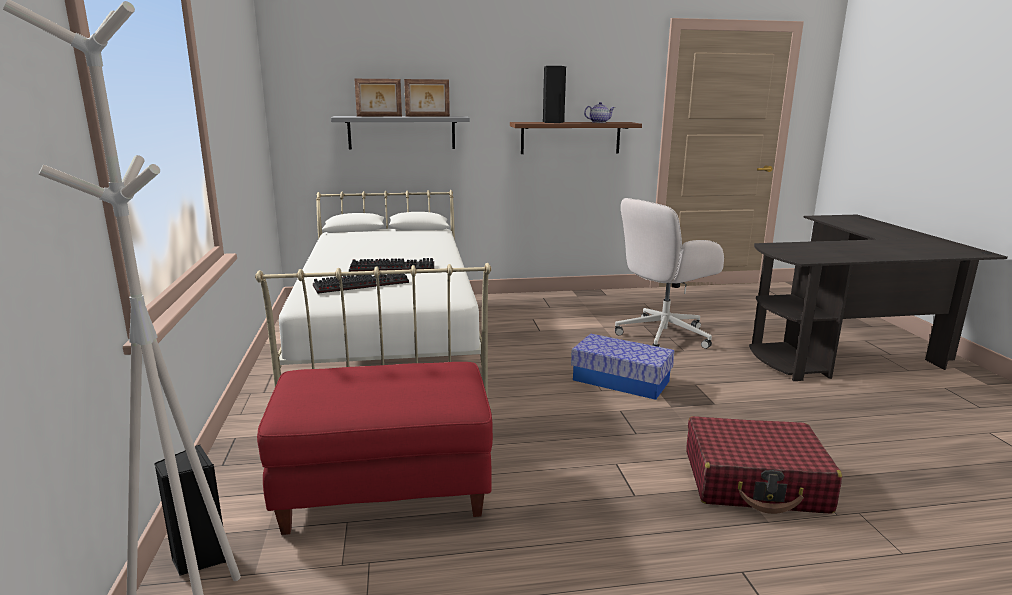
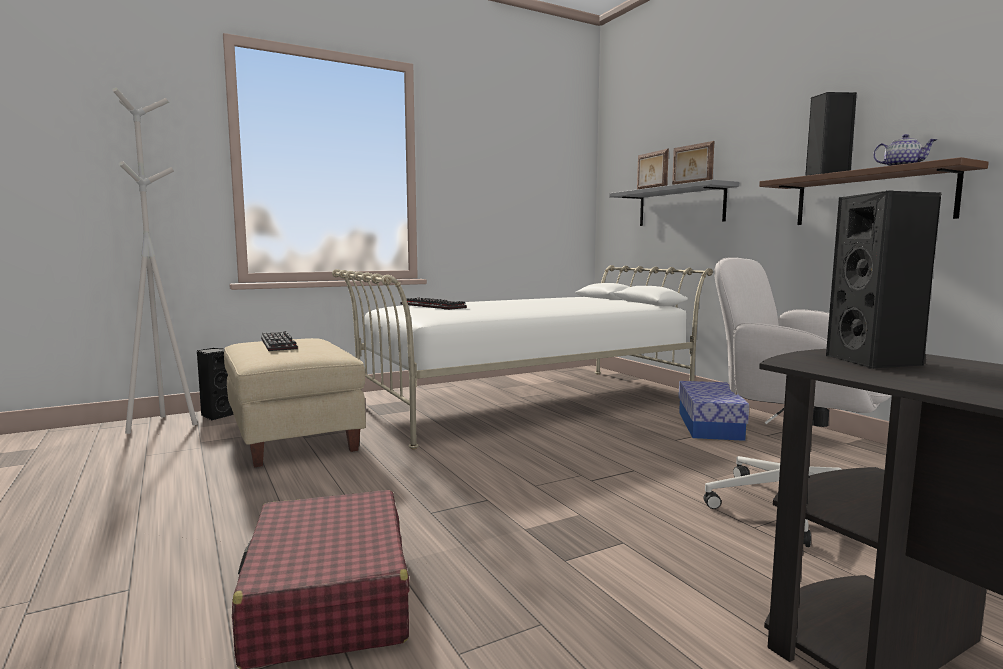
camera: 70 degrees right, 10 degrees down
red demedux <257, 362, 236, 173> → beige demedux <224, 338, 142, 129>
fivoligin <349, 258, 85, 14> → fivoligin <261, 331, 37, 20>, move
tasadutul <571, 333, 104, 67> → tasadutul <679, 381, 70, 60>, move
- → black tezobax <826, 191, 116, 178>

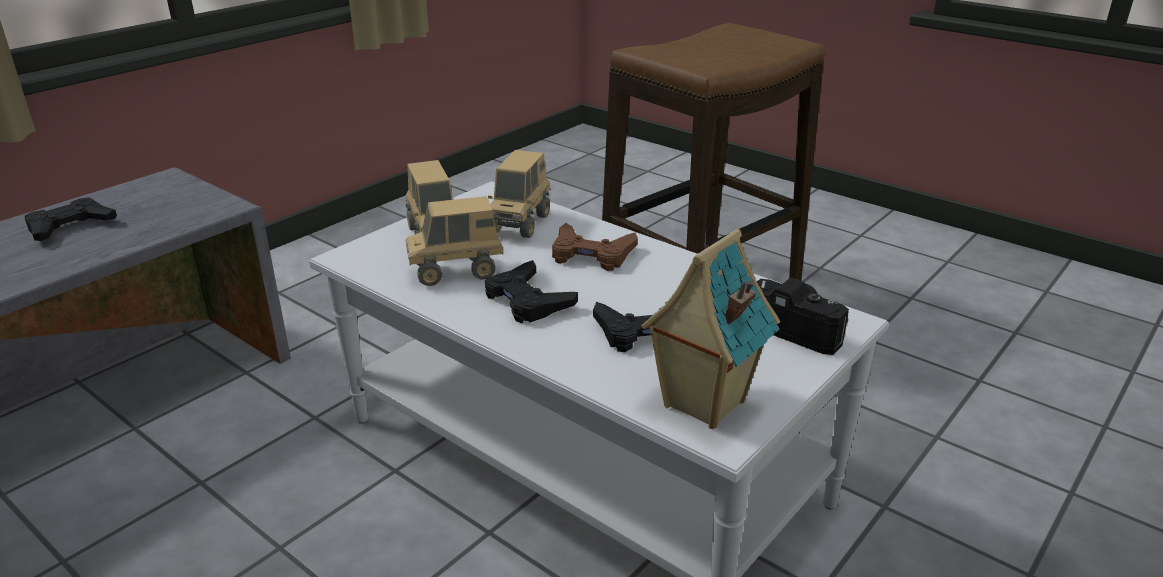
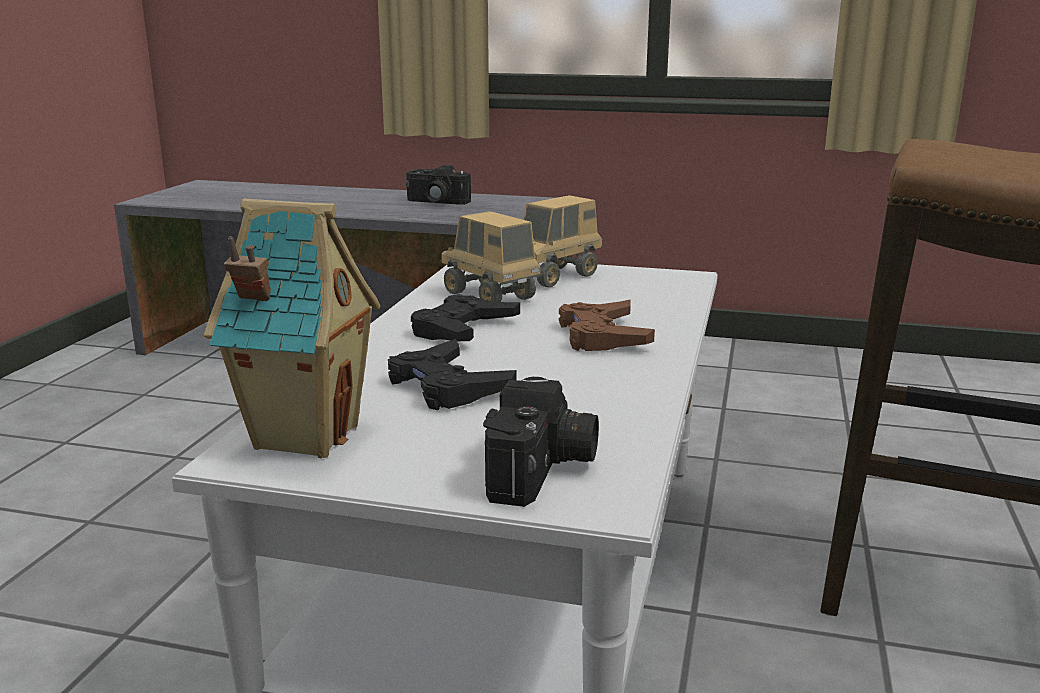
camera: 65 degrees right, 10 degrees down
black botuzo <25, 197, 92, 44> → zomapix <406, 165, 65, 40>
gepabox <488, 150, 63, 88> → -

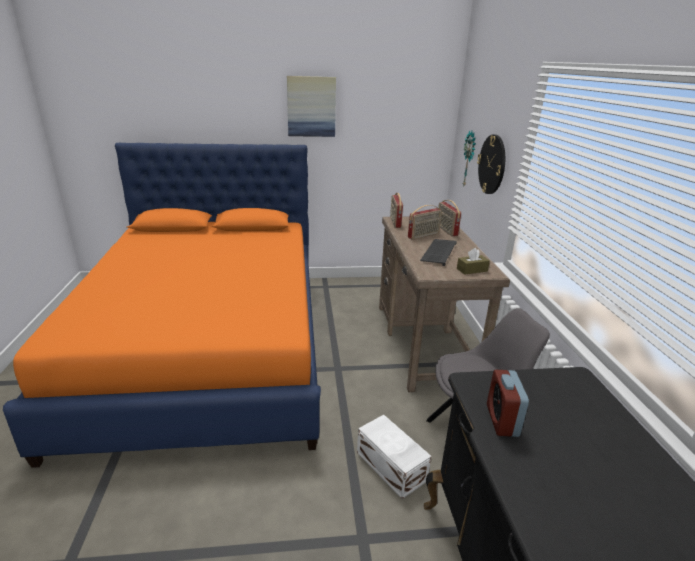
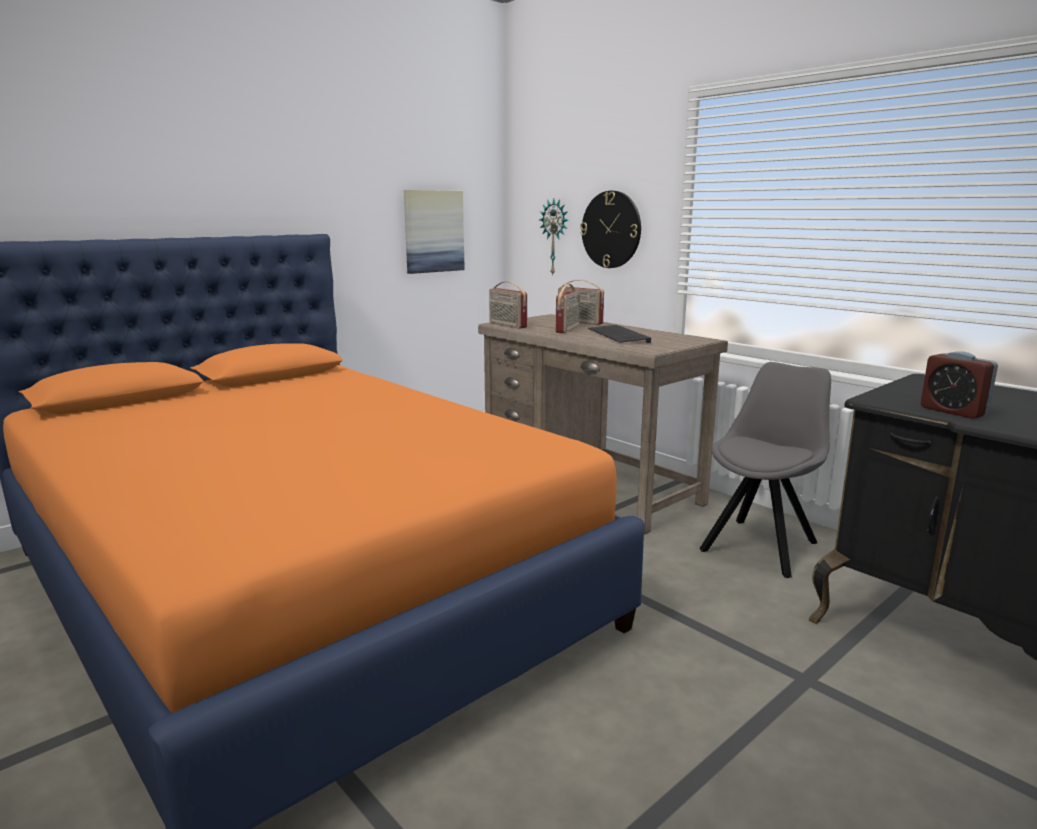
camera: 35 degrees left, 10 degrees down
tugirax <287, 76, 49, 61> → tugirax <404, 190, 61, 84>, move
white tasadutul <357, 415, 74, 84> → -
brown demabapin <457, 248, 33, 27> → -

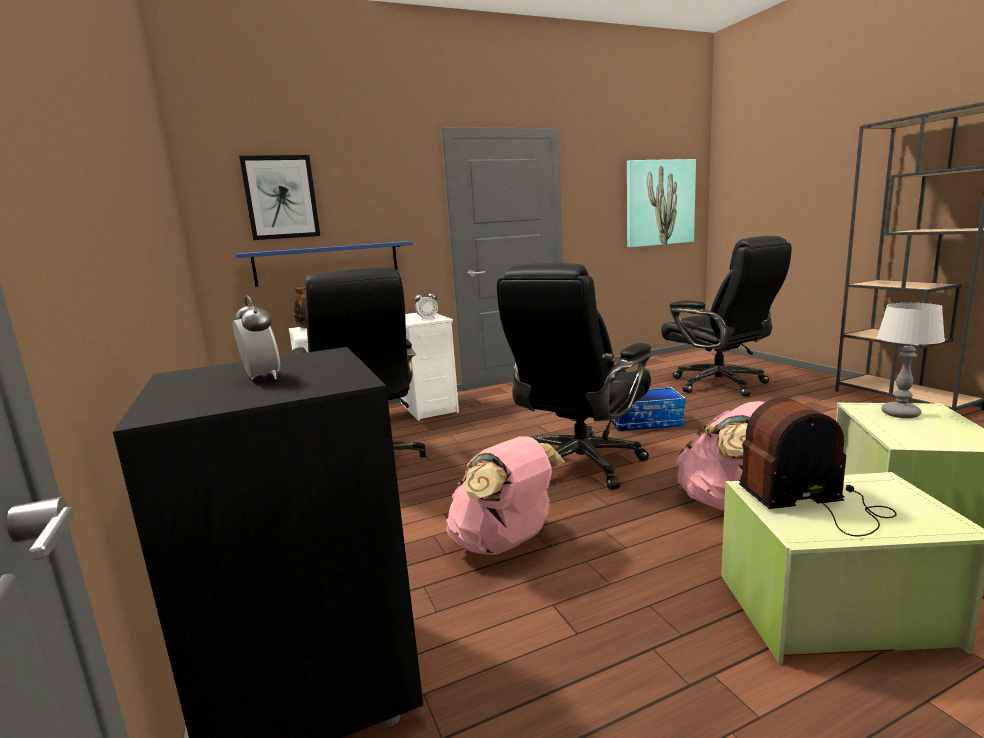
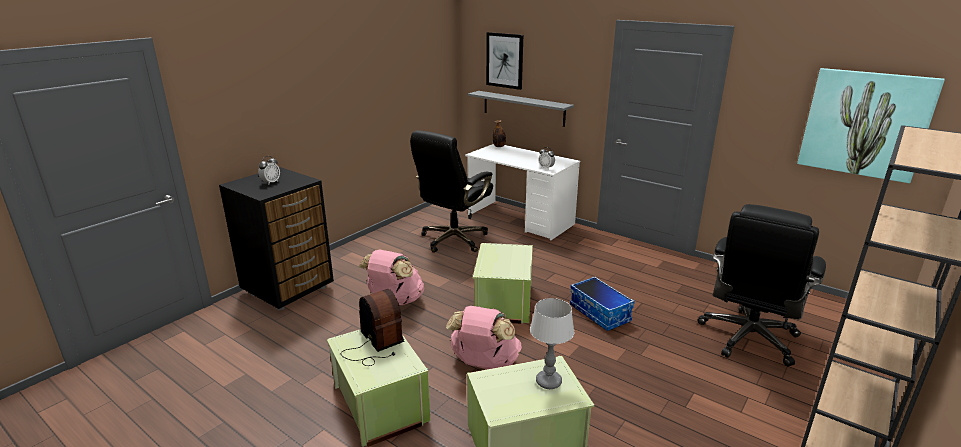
camera: 60 degrees right, 10 degrees up
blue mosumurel <236, 241, 177, 46> → grey mosumurel <468, 91, 106, 36>
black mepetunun <497, 263, 155, 227> → green tasadutul <473, 243, 60, 81>

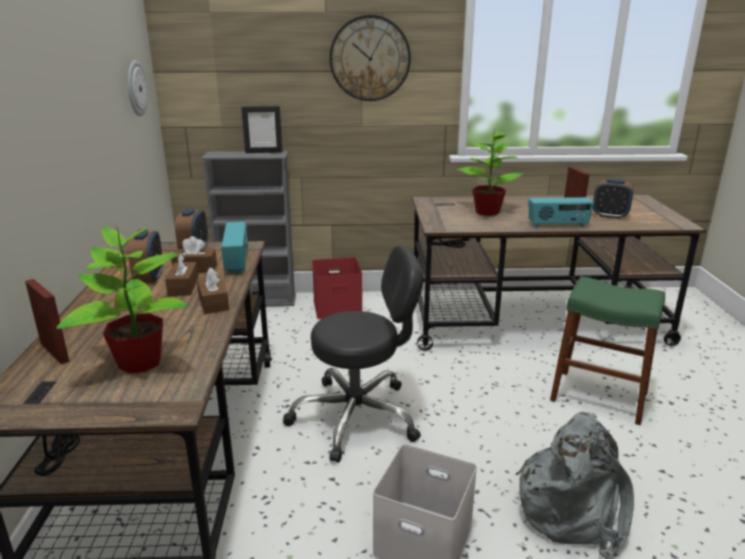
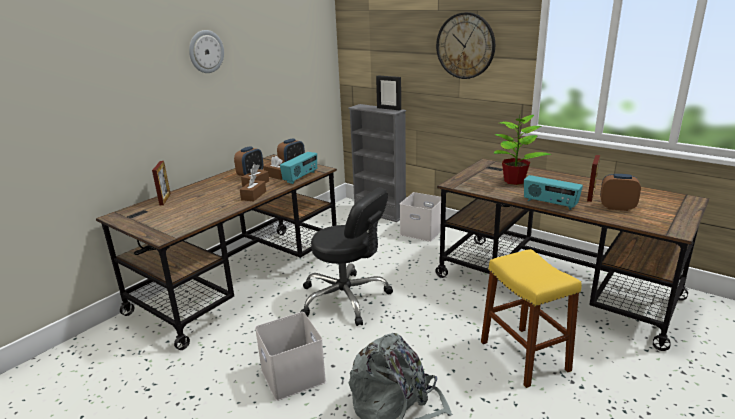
camera: 40 degrees right, 0 degrees up
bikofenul <128, 60, 20, 56> → bikofenul <189, 30, 35, 43>, move
red tasadutul <312, 257, 50, 62> → white tasadutul <400, 192, 41, 50>
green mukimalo <550, 276, 115, 149> → yellow mukimalo <481, 249, 101, 139>
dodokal <593, 179, 41, 40> → dodokal <600, 174, 41, 37>, 135 degrees clockwise
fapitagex <56, 224, 131, 149> → -

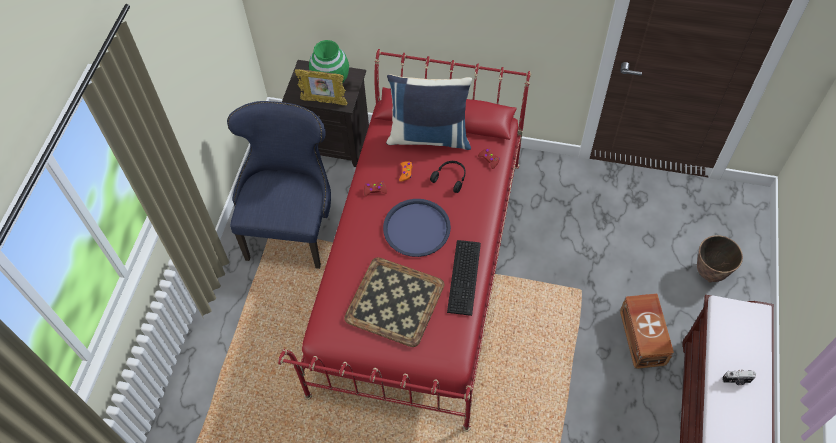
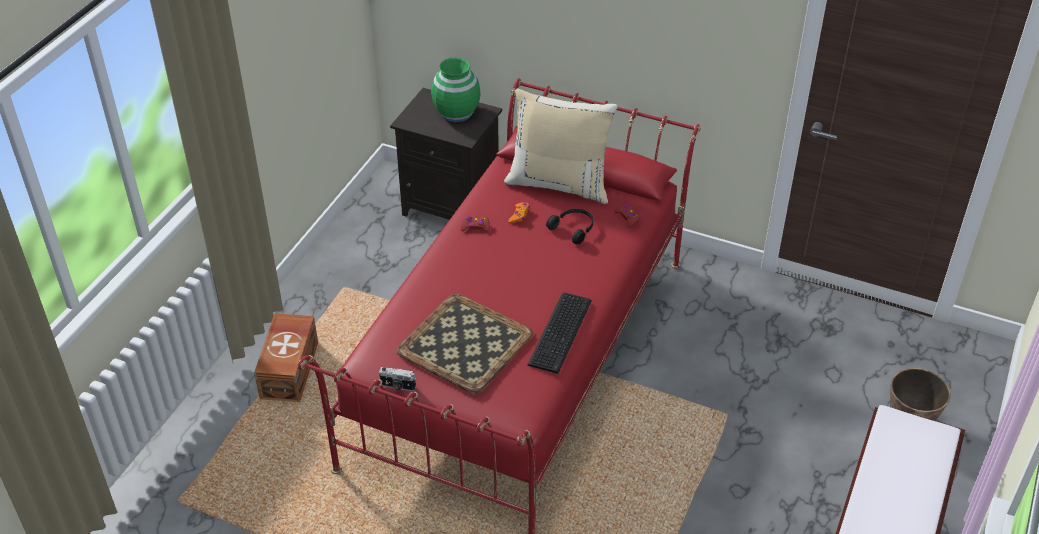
camera: 10 degrees right, 15 degrees down
brown tasadutul <620, 293, 54, 76> → brown tasadutul <254, 313, 64, 89>, move
zomapix <722, 370, 34, 15> → zomapix <379, 367, 37, 24>, move
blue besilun <386, 74, 86, 76> → beige besilun <504, 89, 114, 115>
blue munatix <227, 101, 104, 168> → -
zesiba <295, 69, 52, 36> → -
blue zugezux <383, 199, 68, 58> → -

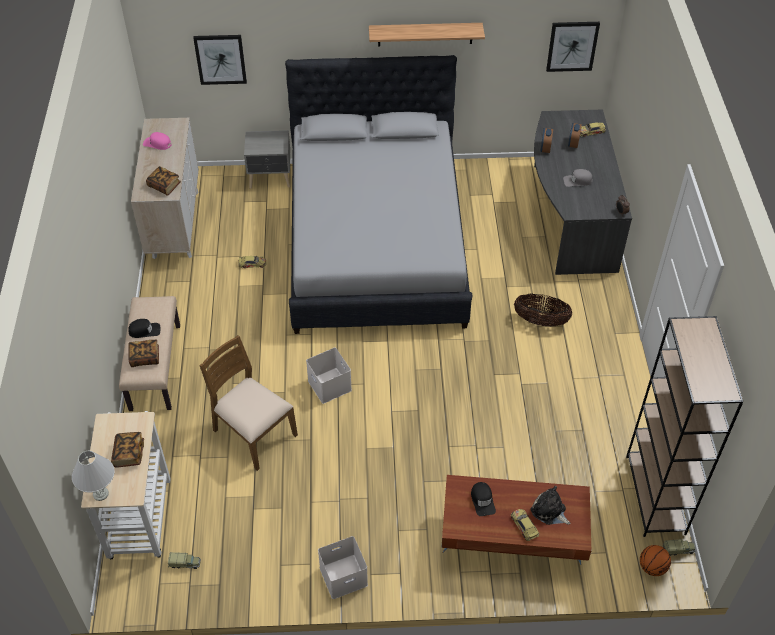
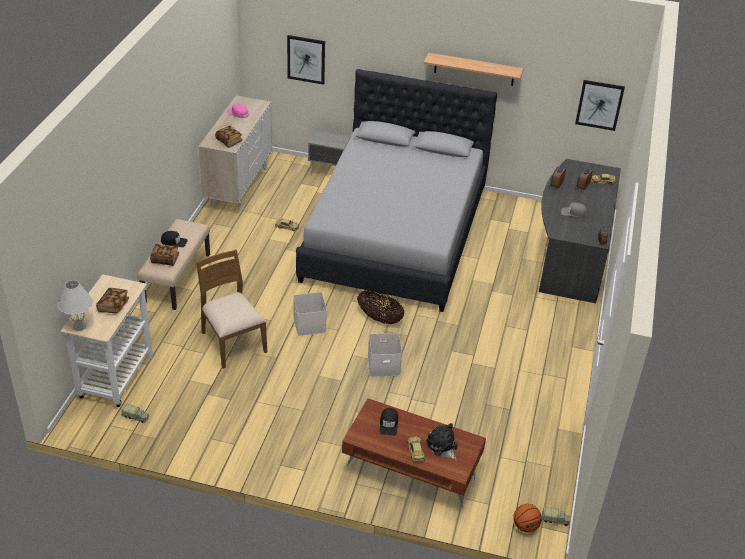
camera: 15 degrees right, 10 degrees down
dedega <514, 293, 58, 34> → dedega <357, 290, 48, 34>, move
white tasadutul <318, 536, 50, 63> → white tasadutul <368, 333, 34, 44>, move
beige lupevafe <626, 316, 117, 221> → -

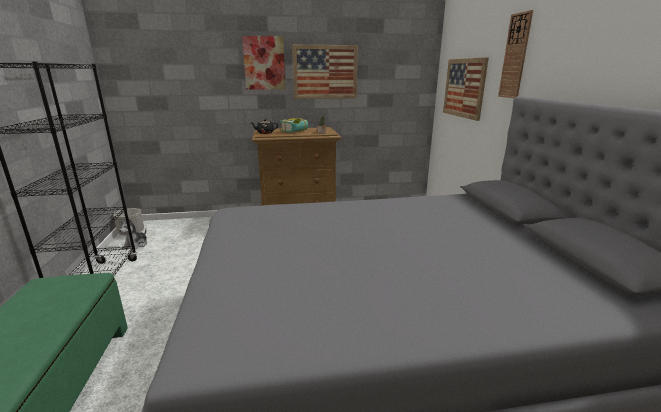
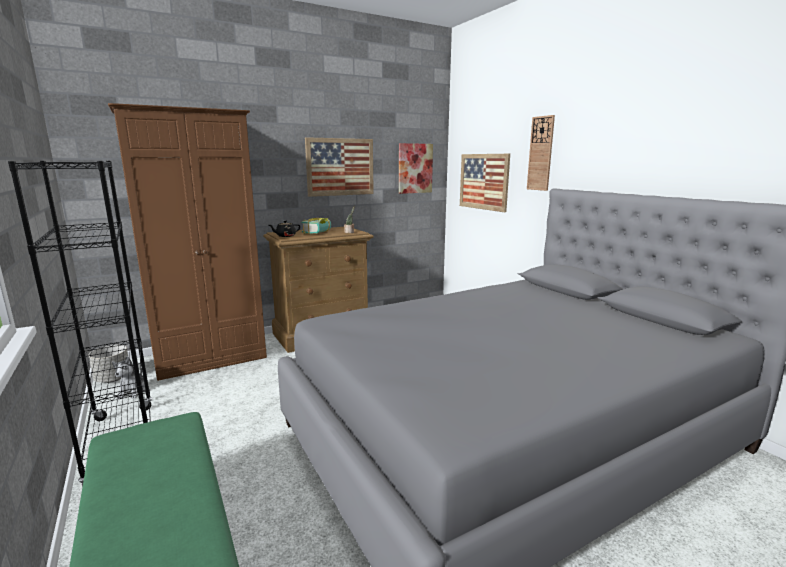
camera: 20 degrees left, 5 degrees down
- → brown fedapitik <108, 103, 159, 278>
tugirax <242, 36, 43, 54> → tugirax <399, 143, 34, 51>, move

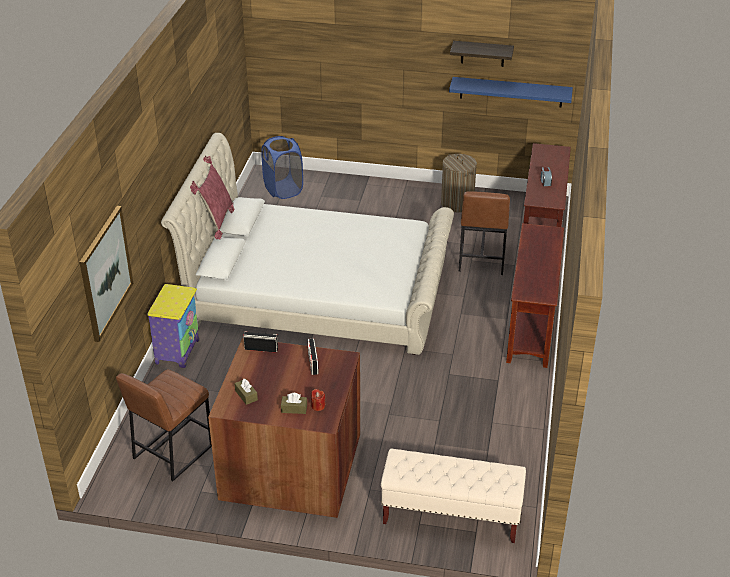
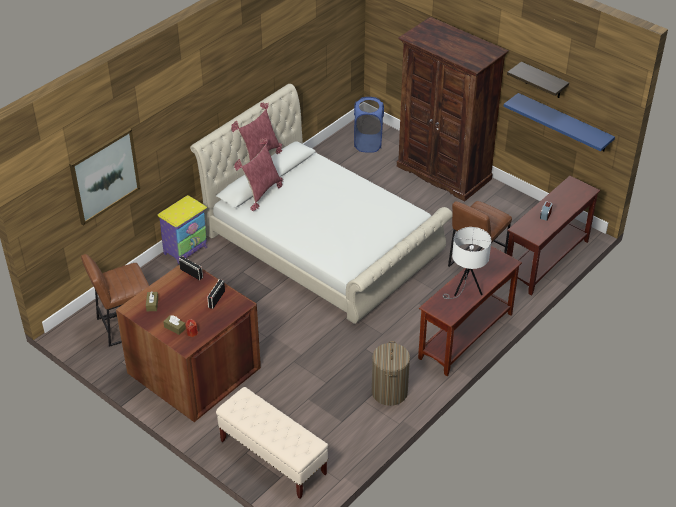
camera: 30 degrees right, 5 degrees up
- → red besilun <234, 138, 49, 73>
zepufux <441, 154, 36, 58> → zepufux <372, 341, 38, 65>, move
- → brown fedapitik <397, 17, 112, 185>
- → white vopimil <443, 227, 48, 72>

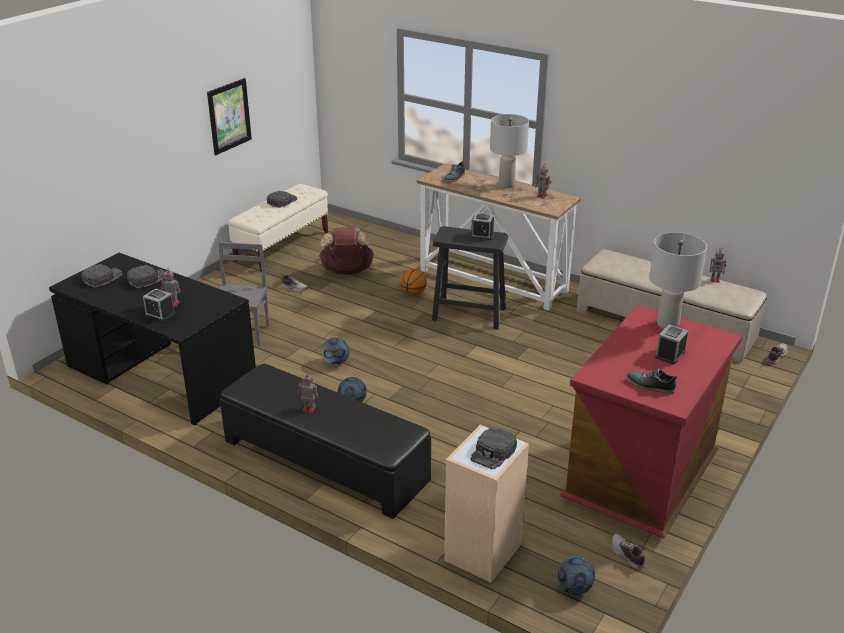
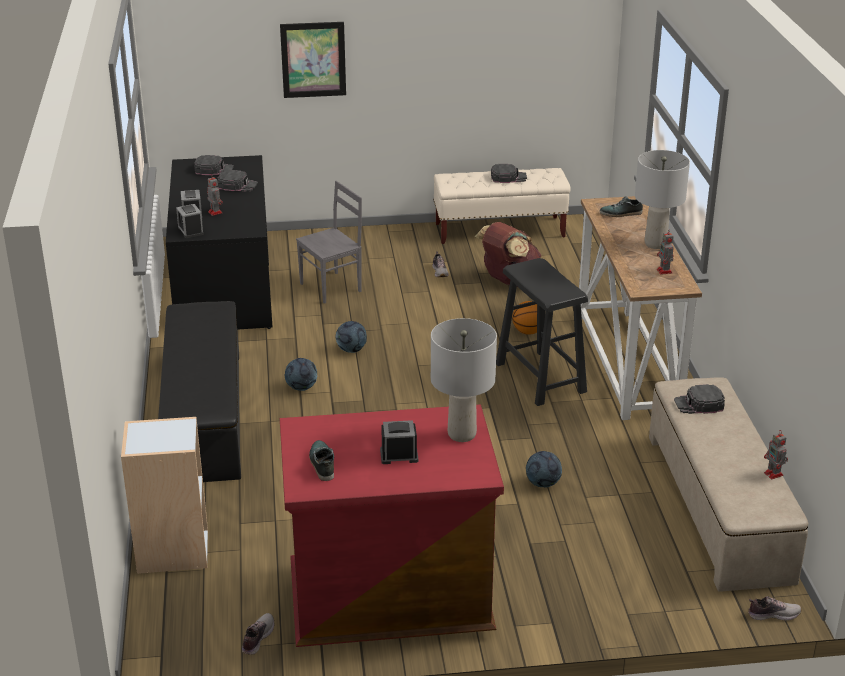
camera: 50 degrees right, 0 degrees up
dodokal <470, 213, 24, 27> → dodokal <176, 204, 28, 34>, move
tugirax <207, 78, 45, 77> → tugirax <280, 22, 66, 76>, move
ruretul <557, 556, 38, 39> → ruretul <526, 451, 36, 37>, move
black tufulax <470, 427, 47, 43> → black tufulax <674, 384, 51, 30>, move
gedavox <297, 372, 22, 41> → -

